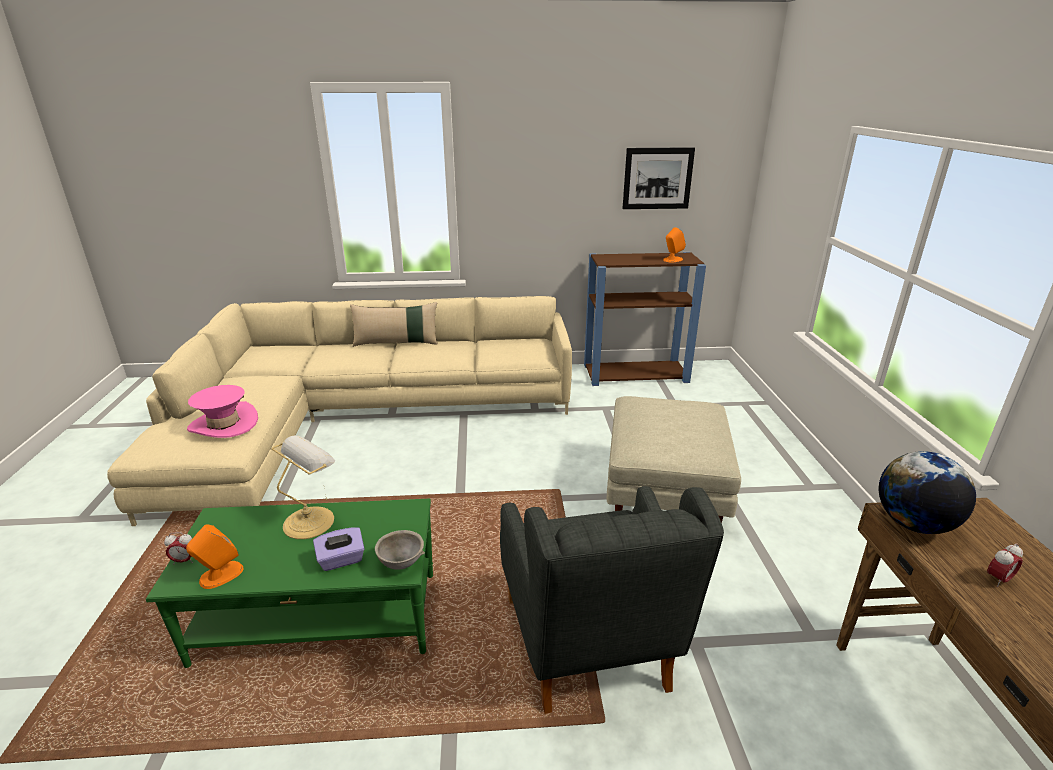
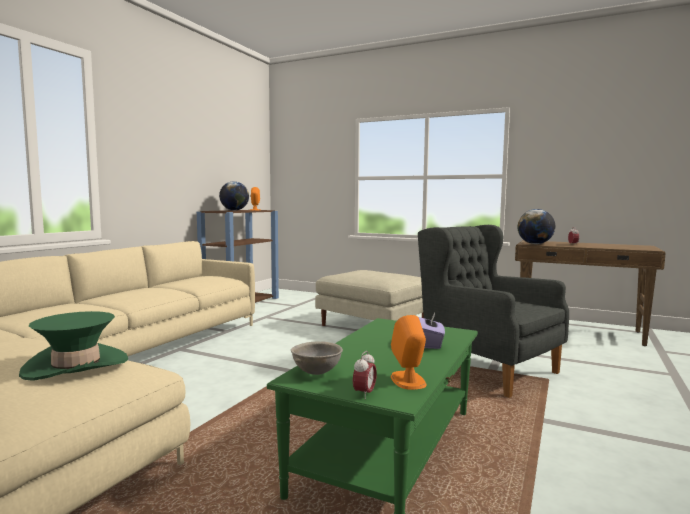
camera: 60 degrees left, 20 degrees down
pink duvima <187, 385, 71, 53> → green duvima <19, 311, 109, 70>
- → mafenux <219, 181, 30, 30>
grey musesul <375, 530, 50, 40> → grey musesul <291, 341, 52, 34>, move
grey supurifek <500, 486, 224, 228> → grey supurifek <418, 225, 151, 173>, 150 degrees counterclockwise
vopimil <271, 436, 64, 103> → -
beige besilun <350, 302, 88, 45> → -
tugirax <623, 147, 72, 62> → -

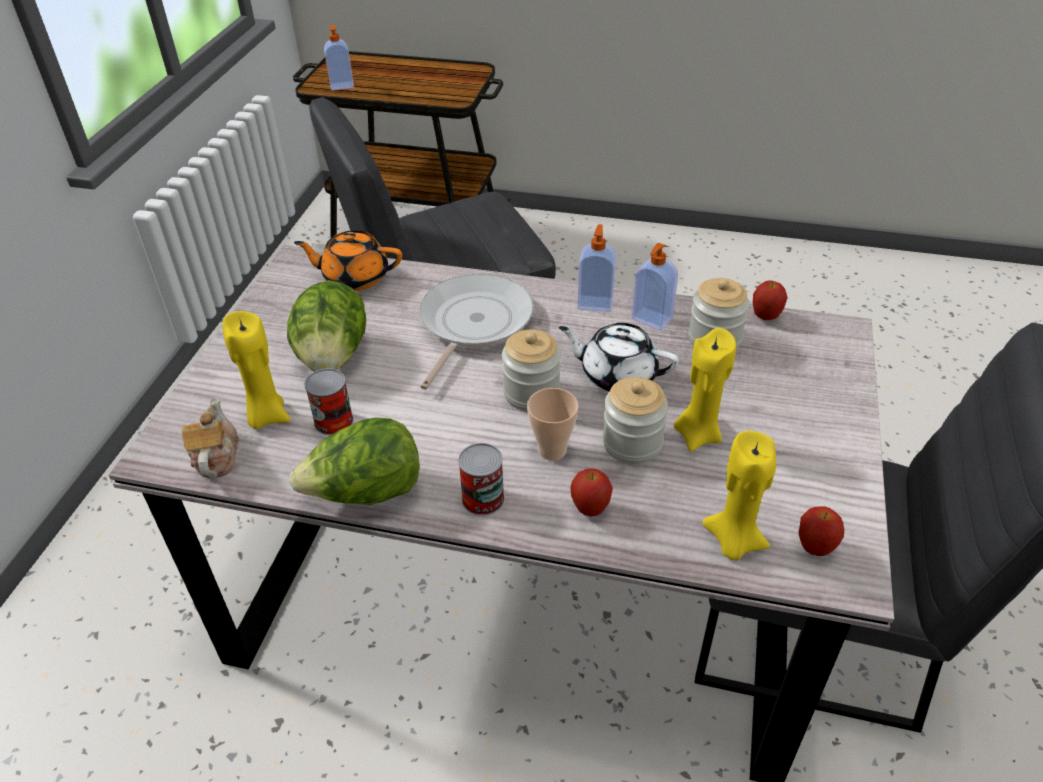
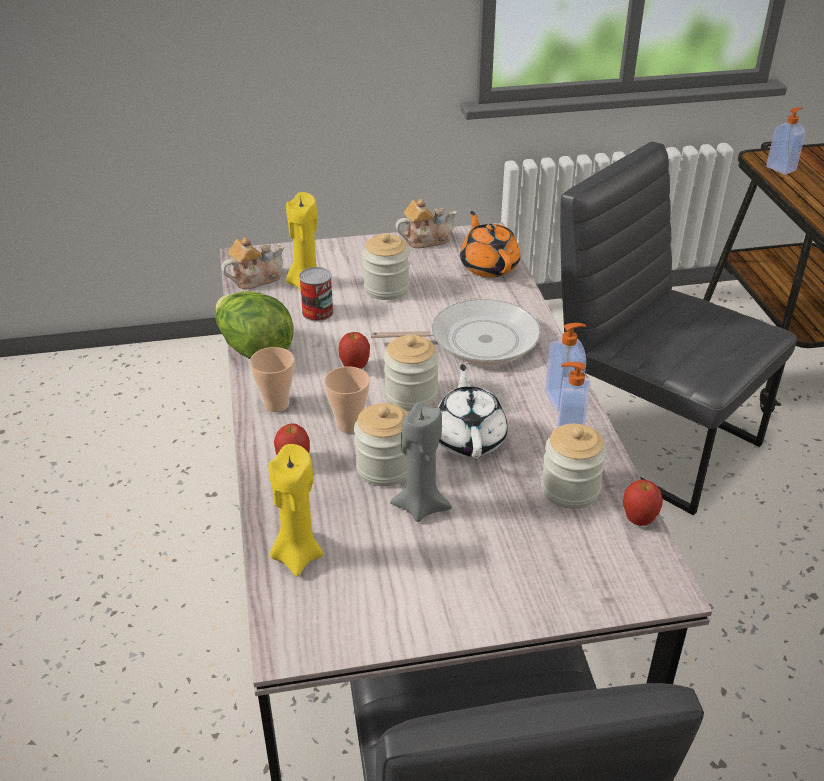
camera: 65 degrees right, 5 degrees down
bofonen <458, 443, 46, 73> → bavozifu <249, 347, 45, 65>
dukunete <798, 506, 46, 50> → dukunete <339, 332, 31, 37>, move
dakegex <287, 280, 79, 92> → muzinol <362, 233, 47, 67>
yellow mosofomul <674, 328, 62, 124> → grey mosofomul <390, 402, 62, 120>
- → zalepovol <395, 199, 62, 49>

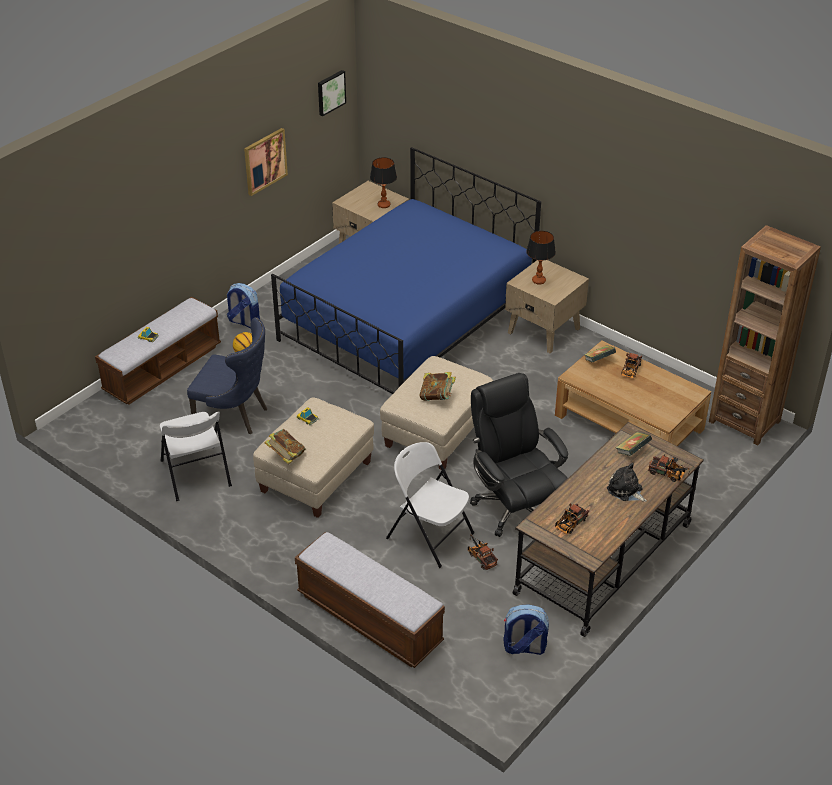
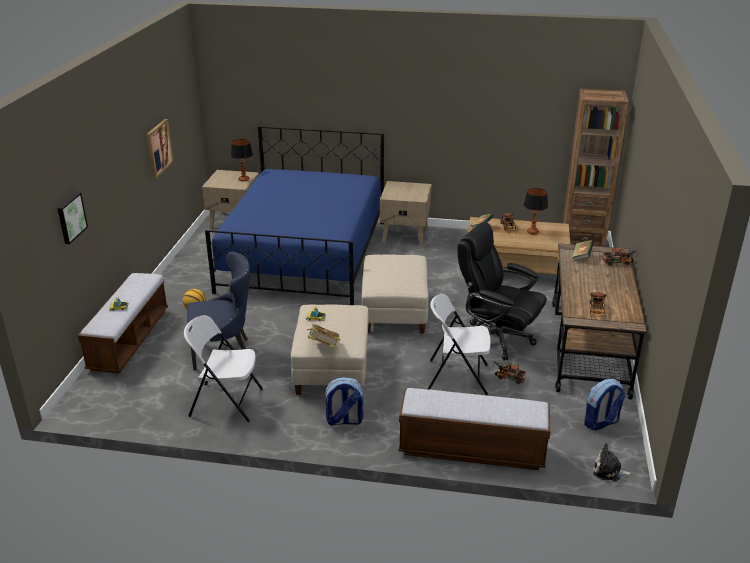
camera: 30 degrees left, 10 degrees down
tugirax <318, 70, 28, 46> → tugirax <57, 192, 31, 52>, move
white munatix <160, 411, 72, 90> → white munatix <184, 315, 79, 107>, 150 degrees clockwise
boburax <227, 283, 33, 45> → boburax <324, 377, 39, 48>, move
vopimil <526, 231, 30, 54> → vopimil <524, 188, 24, 46>, move
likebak <607, 463, 40, 39> → likebak <593, 443, 40, 39>, move
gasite <419, 372, 37, 29> → -

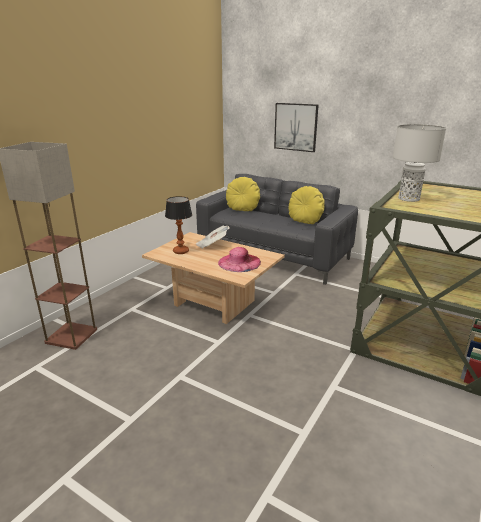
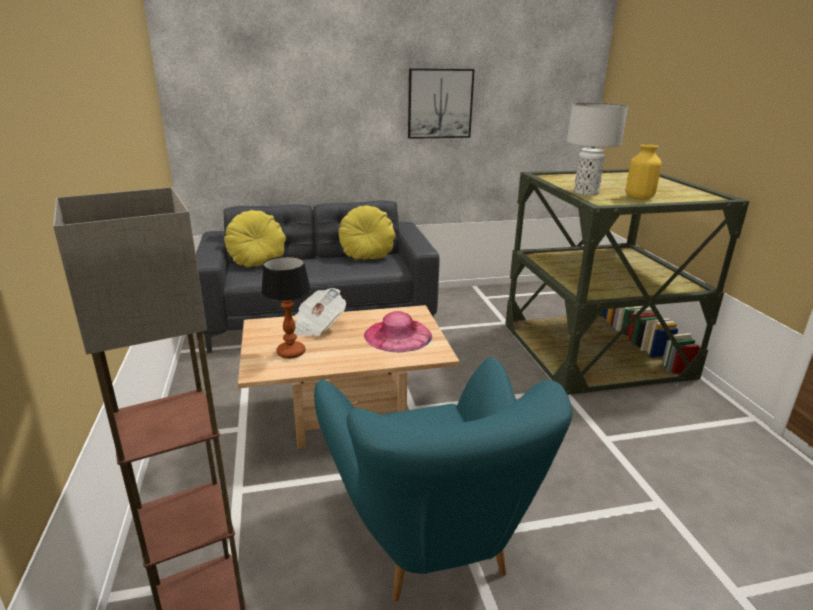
camera: 45 degrees left, 0 degrees up
- → turquoise supurifek <314, 357, 259, 245>
tugirax <274, 103, 44, 49> → tugirax <408, 68, 67, 71>, move
- → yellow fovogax <626, 144, 36, 56>

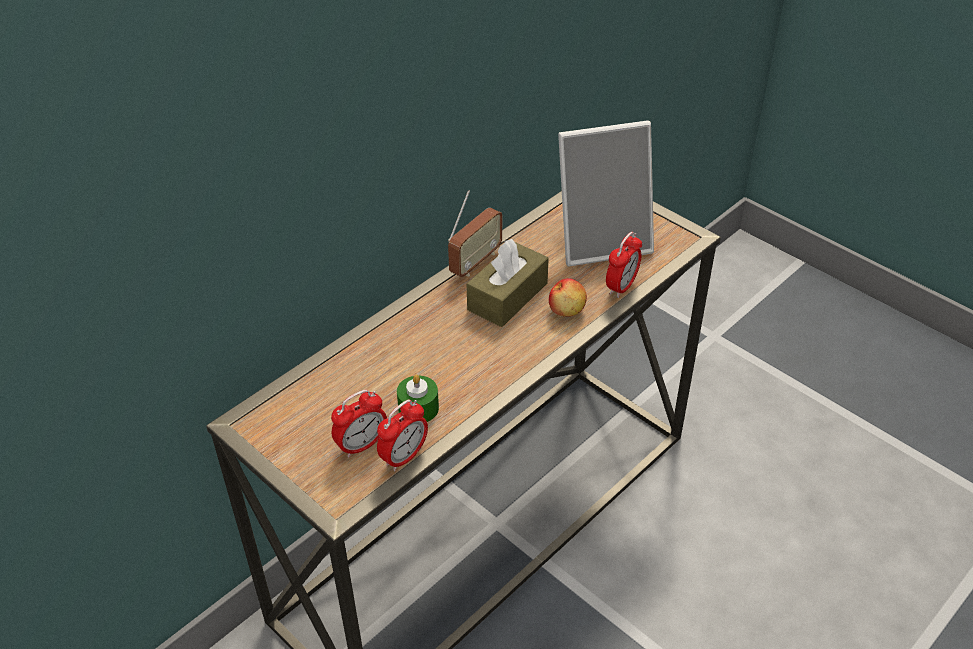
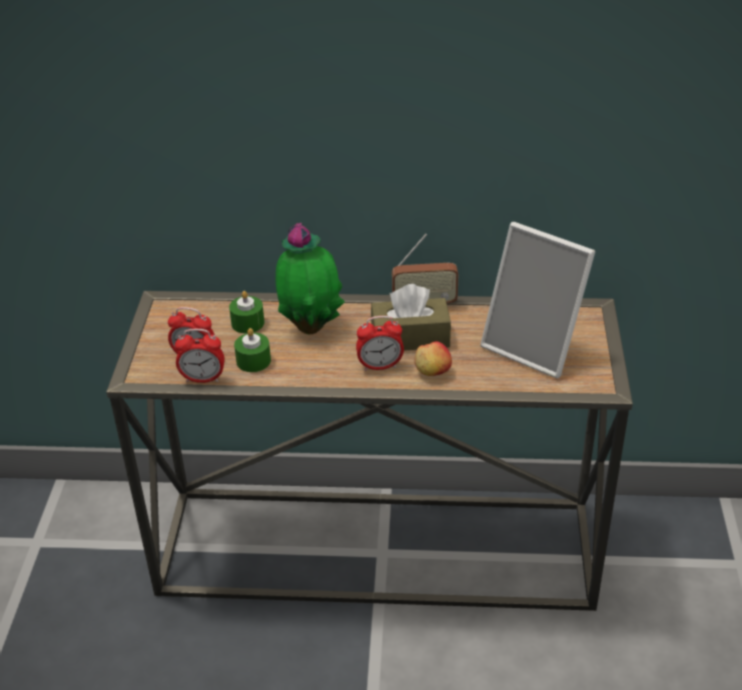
camera: 50 degrees right, 5 degrees down
- → green mosofomul <229, 291, 35, 42>
- → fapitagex <276, 223, 69, 111>
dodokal <606, 232, 36, 66> → dodokal <356, 316, 48, 55>, move

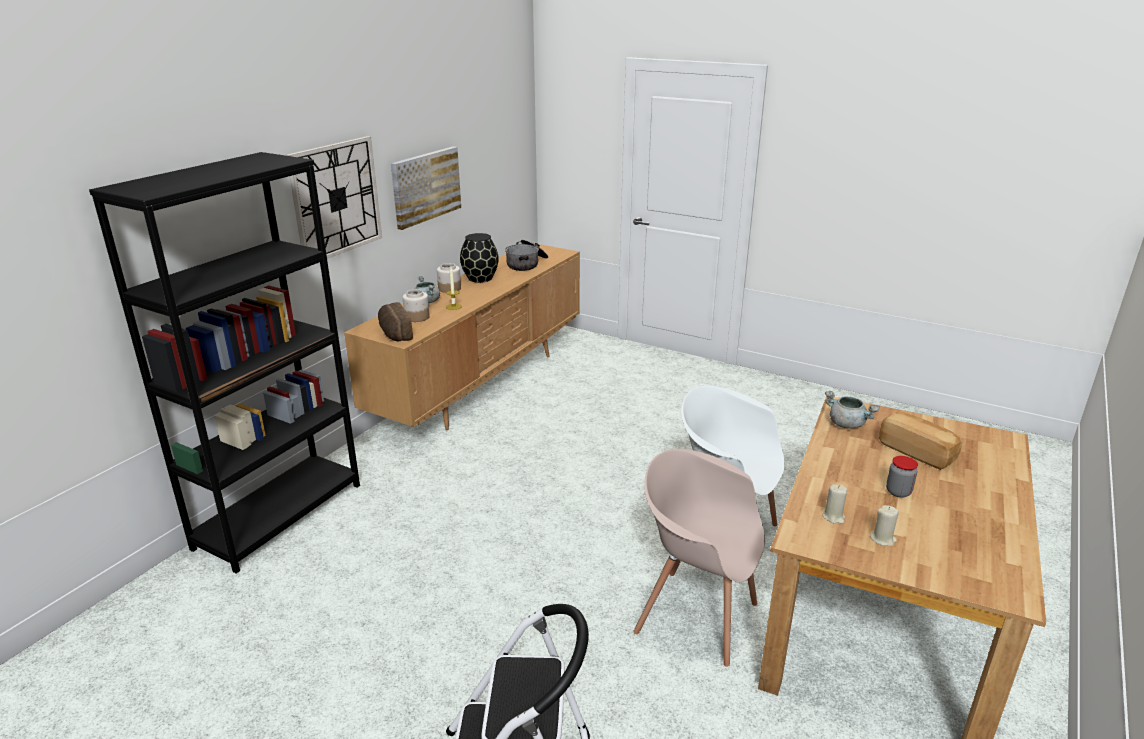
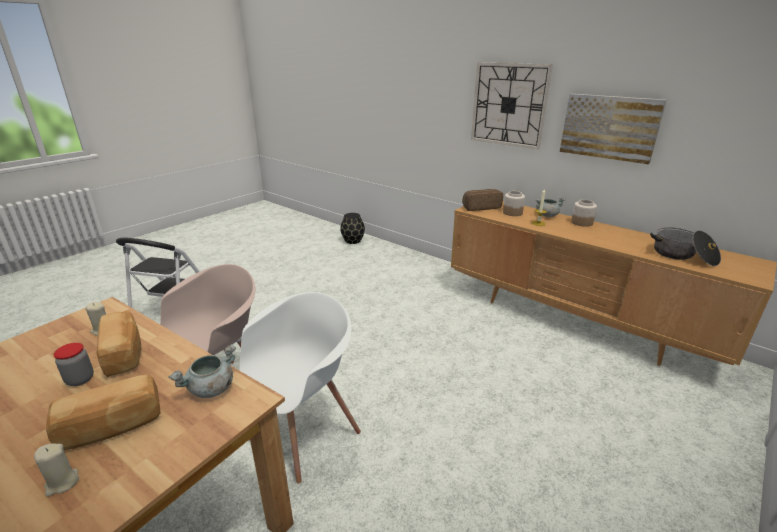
camera: 100 degrees right, 0 degrees up
beige mosofomul <870, 505, 29, 41> → beige mosofomul <34, 443, 45, 54>, move
- → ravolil <97, 310, 44, 67>
black fovogax <460, 233, 39, 50> → black fovogax <340, 213, 25, 31>, move
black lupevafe <89, 152, 271, 422> → -

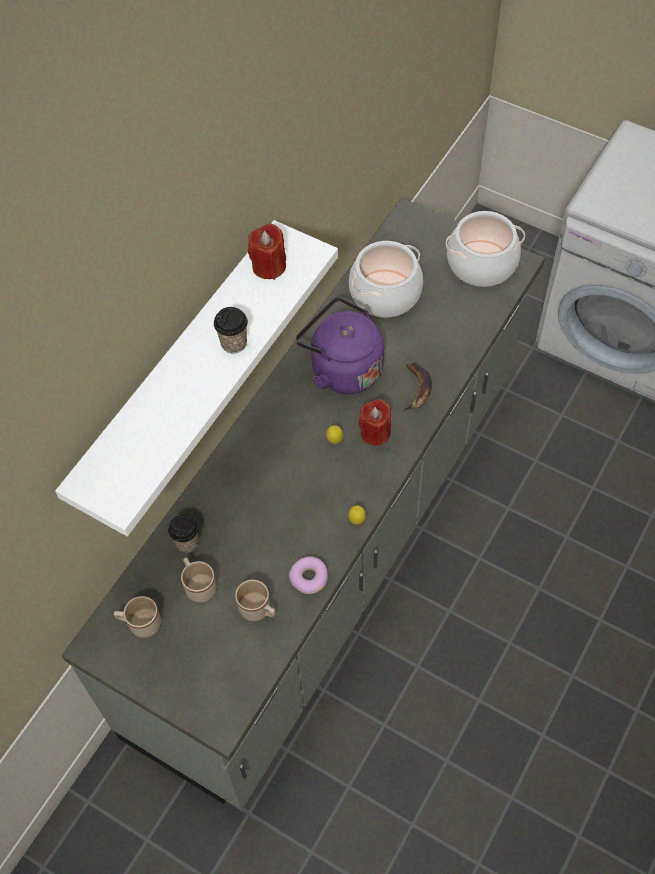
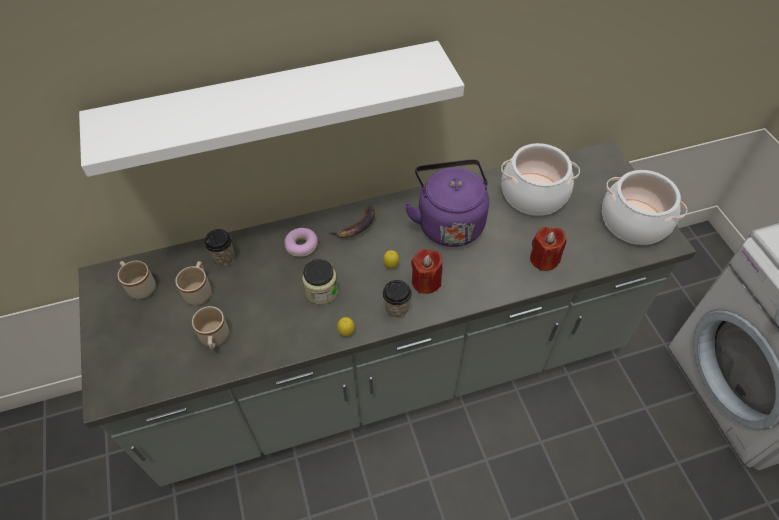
camera: 40 degrees right, 5 degrees down
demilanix <289, 556, 39, 38> → demilanix <284, 228, 34, 29>, move
- → muzinol <302, 259, 36, 45>
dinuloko <401, 363, 31, 49> → dinuloko <328, 206, 47, 32>, move
bavozifu <214, 307, 34, 46> → bavozifu <383, 280, 29, 38>, move
red mosofomul <248, 224, 38, 56> → red mosofomul <530, 227, 36, 44>, move

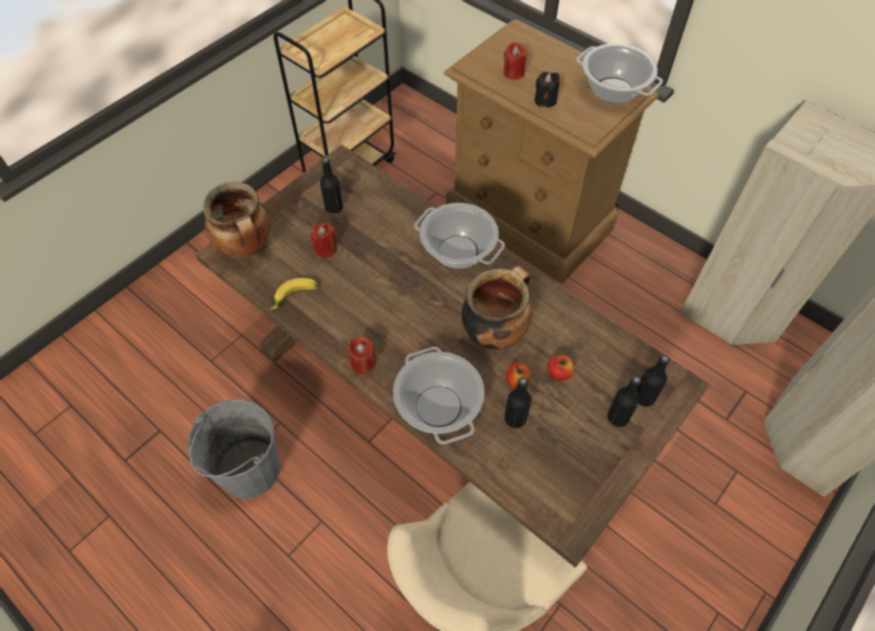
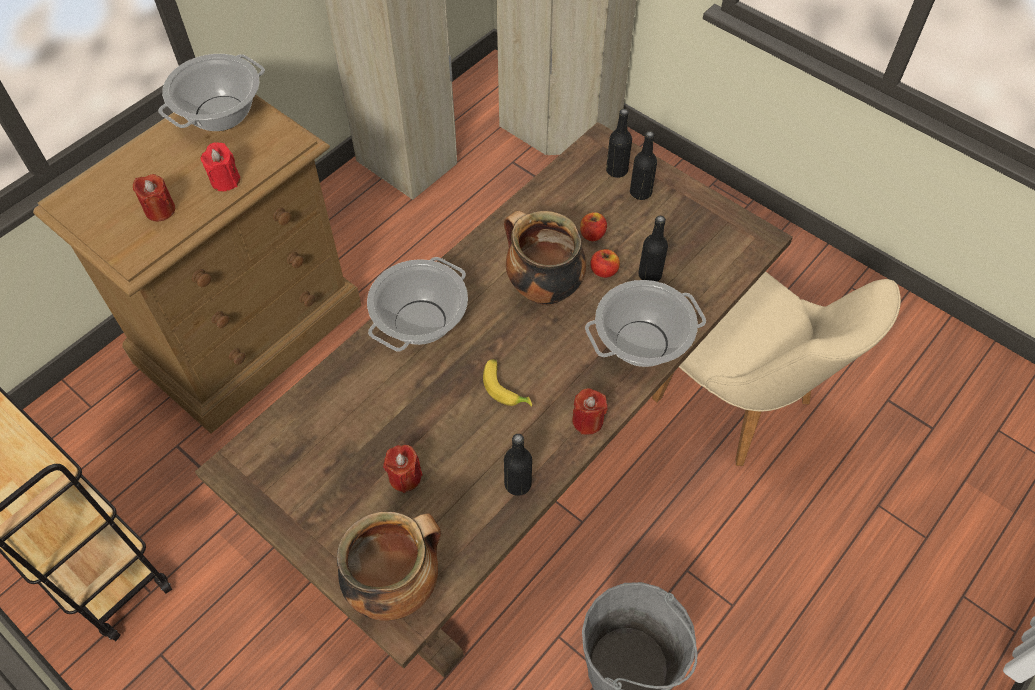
camera: 90 degrees left, 0 degrees up
black mosofomul <535, 72, 25, 36> → red mosofomul <201, 142, 39, 49>
dinuloko <270, 278, 48, 32> → dinuloko <483, 359, 49, 48>, move
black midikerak <320, 157, 23, 57> → black midikerak <504, 434, 28, 62>, move

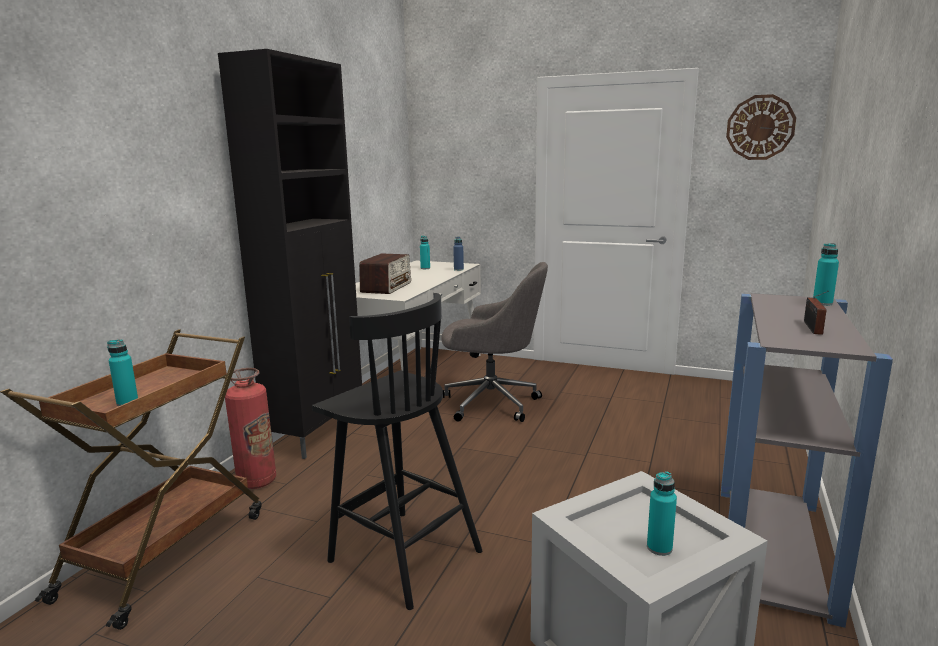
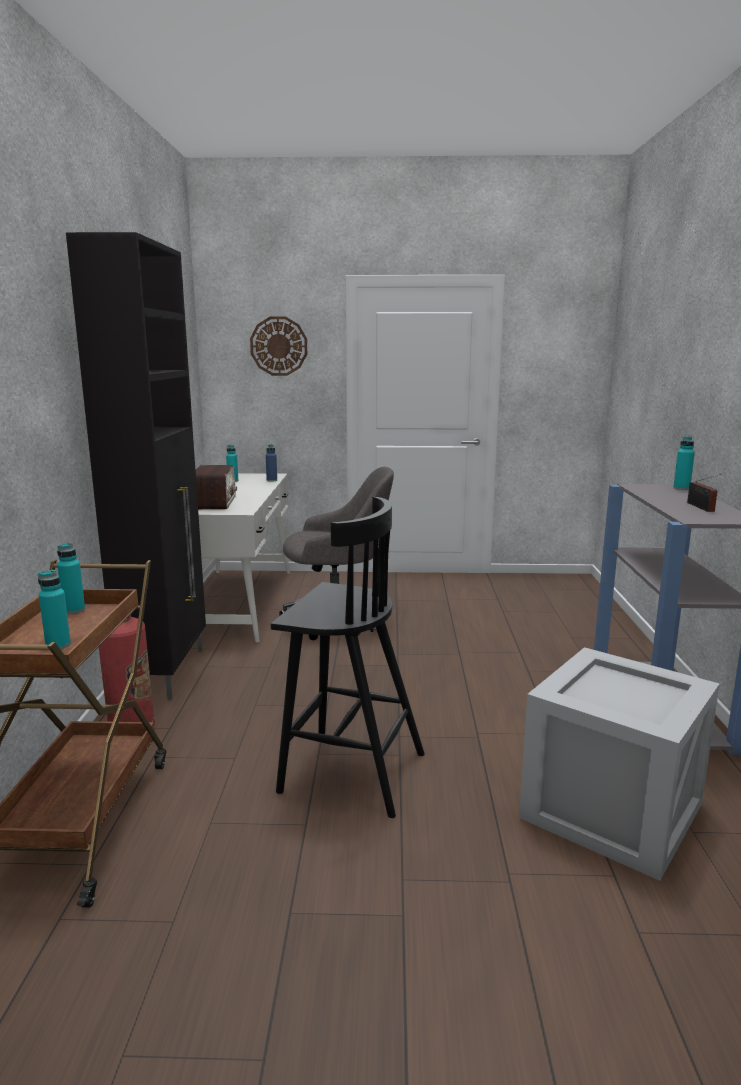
camera: 20 degrees left, 0 degrees up
turquoise midikerak <647, 471, 30, 85> → turquoise midikerak <57, 543, 28, 71>, move
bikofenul <726, 94, 70, 66> → bikofenul <250, 316, 57, 60>, move

